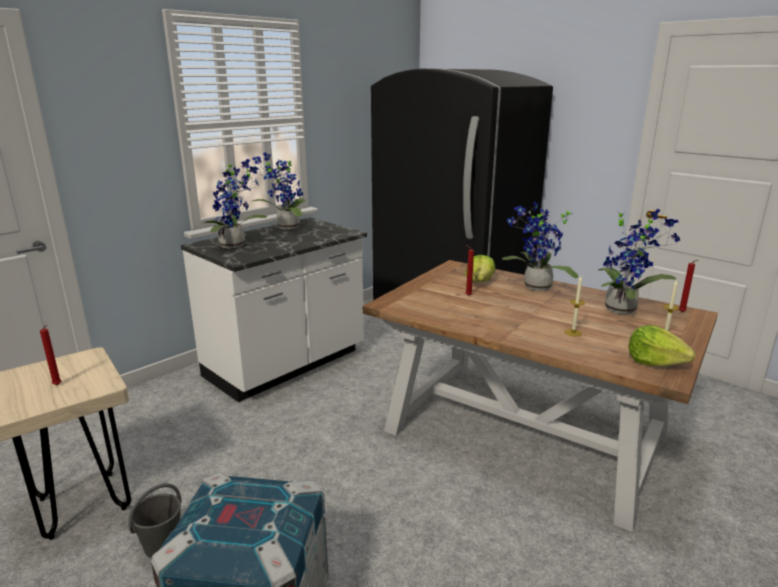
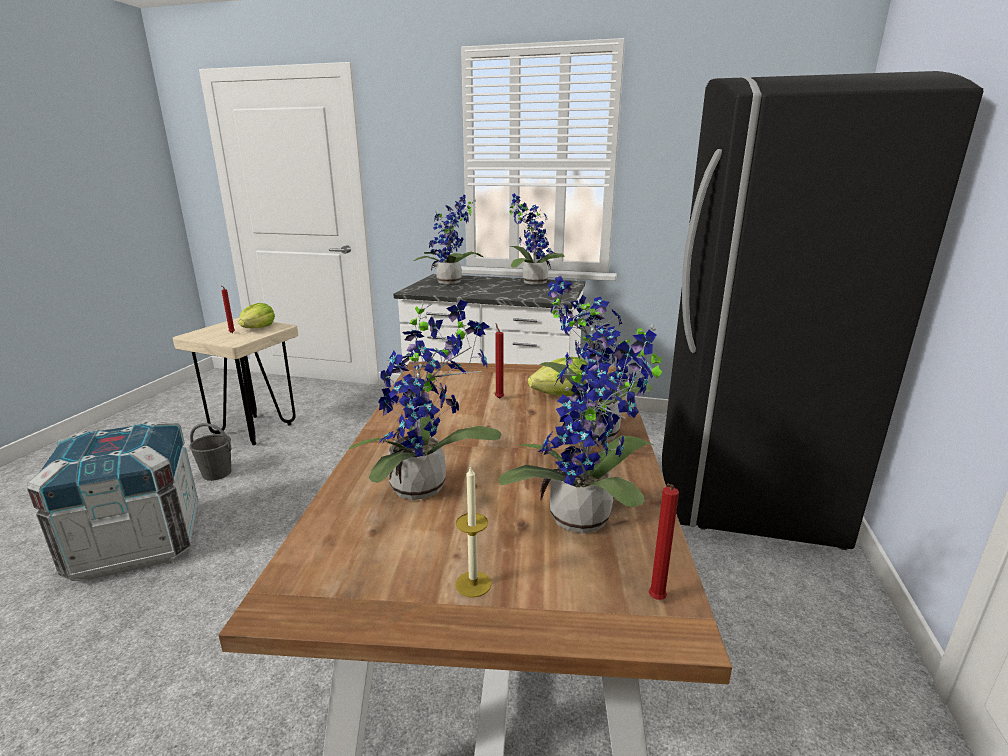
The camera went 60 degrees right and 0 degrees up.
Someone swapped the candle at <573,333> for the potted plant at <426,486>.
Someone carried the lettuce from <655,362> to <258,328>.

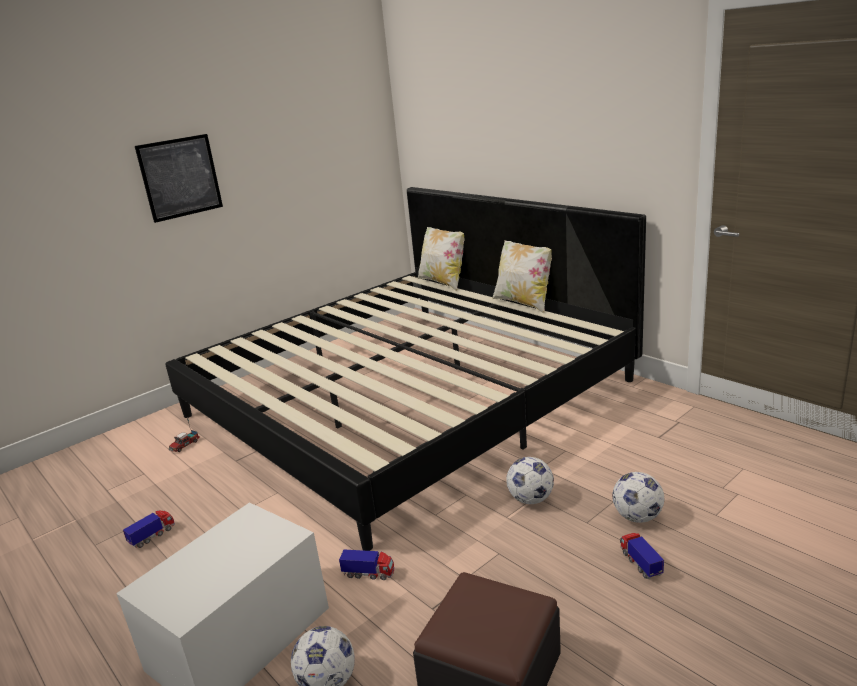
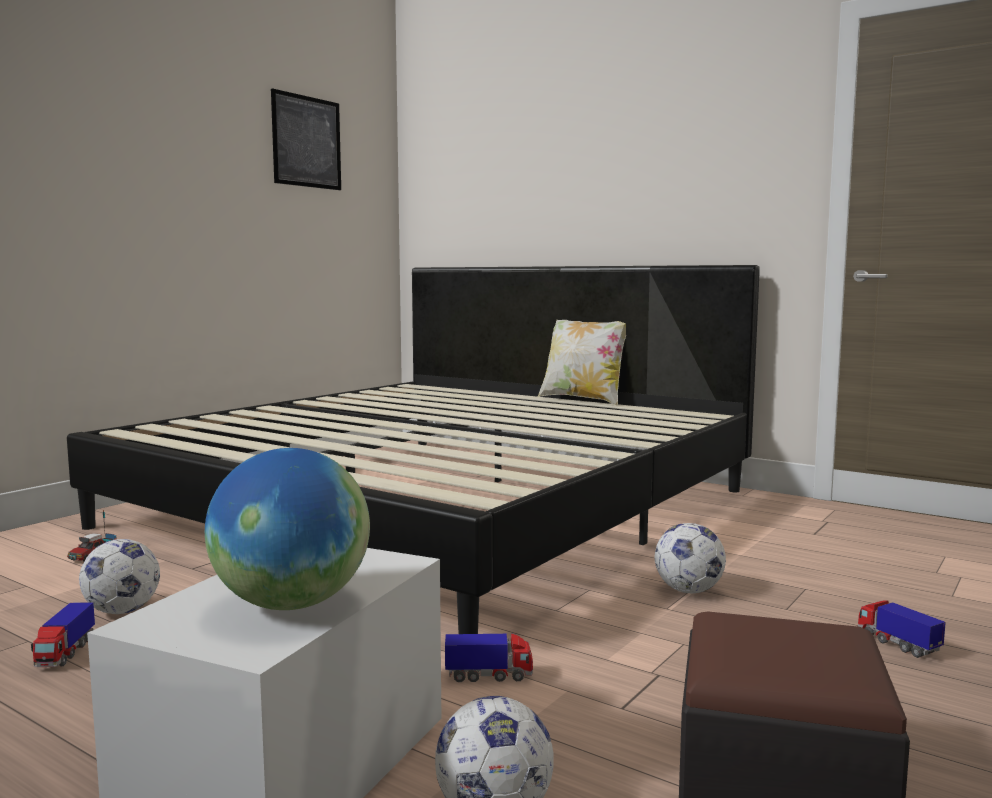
The camera went 15 degrees left and 15 degrees down.
Someone carried the picture from <180,177> to <306,142>.
Someone took away the pillow at <443,282>.
Someone carried the football from <637,517> to <122,611>.
Someone rotated the toy truck at <153,536> by 150 degrees clockwise.
Someone put down the globe at <290,604>.

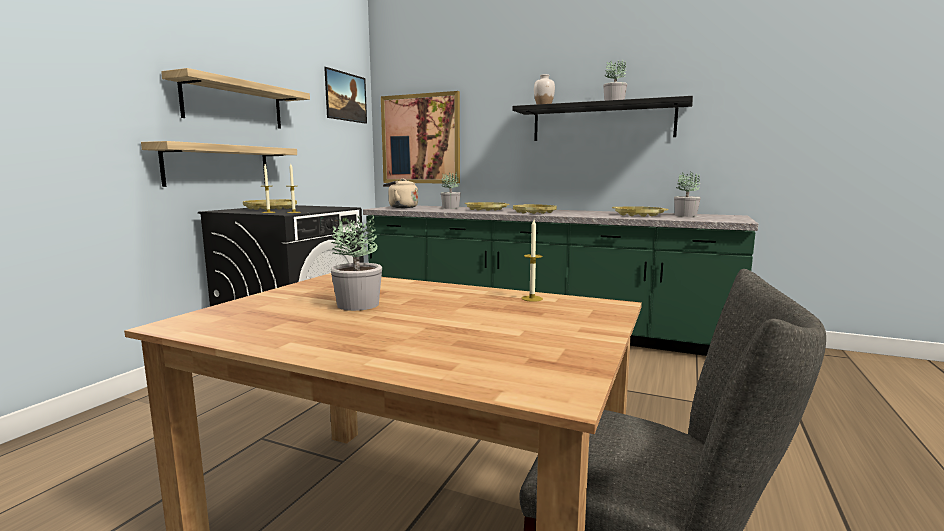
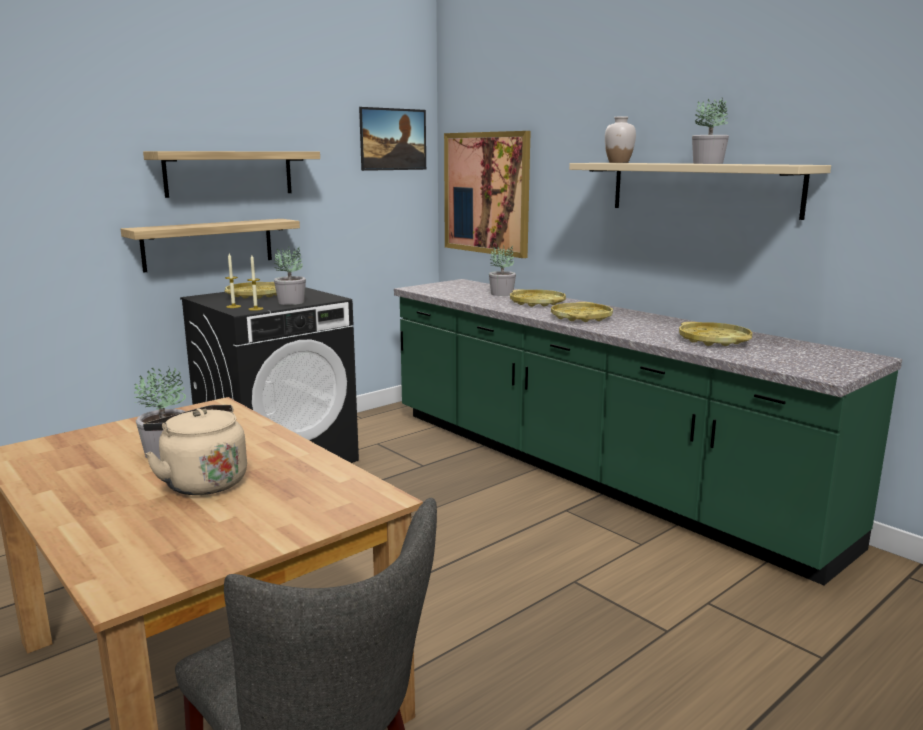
The camera went 25 degrees right and 5 degrees up.
Someone repainted the black shelf at <602,122>, which became the beige shelf at <702,188>.
Someone carried the potted plant from <685,215> to <291,302>.
Someone carried the beige kettle from <401,207> to <202,482>.
Someone took away the candle at <532,298>.

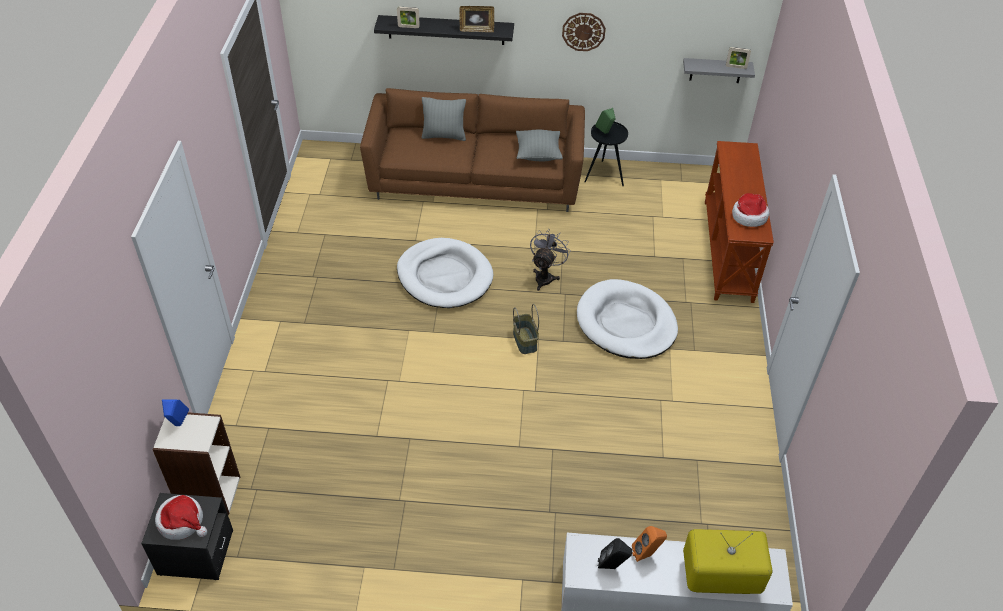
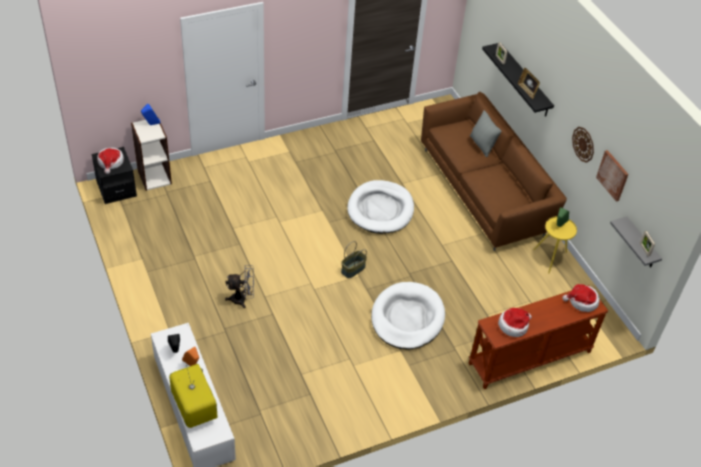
The camera went 60 degrees right and 0 degrees up.
Someone repainted the black side table at <604,175>, which became the yellow side table at <551,258>.
Someone took away the grey pillow at <538,154>.
Someone carried the grey fan from <545,276> to <242,299>.
Someone put up the picture at <613,175>.
Someone put down the hat at <582,301>.

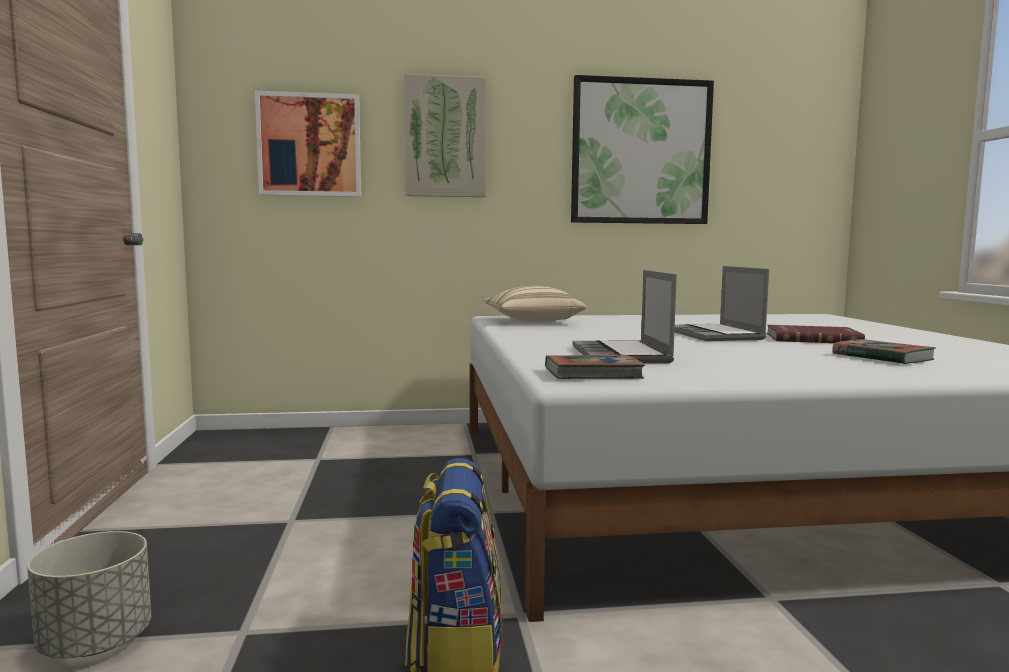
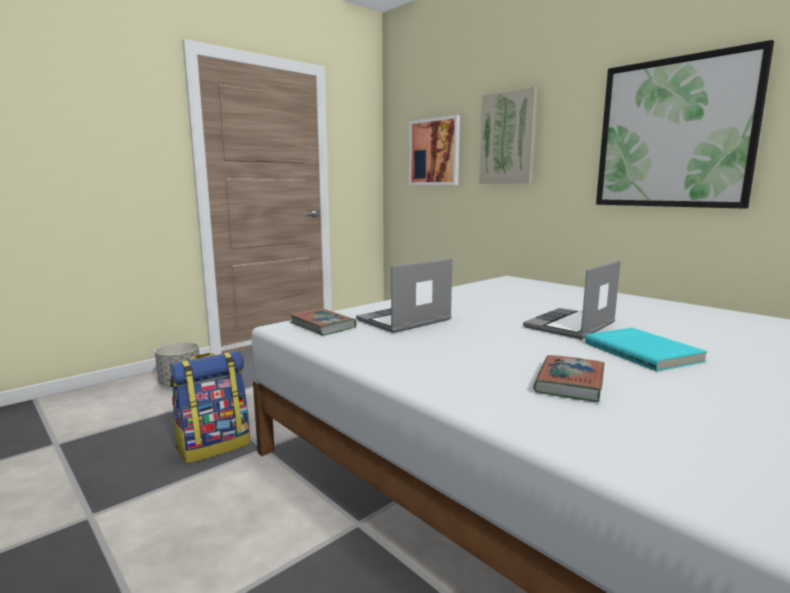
The camera went 55 degrees right and 5 degrees up.
Someone took away the beige pillow at <532,321>.
Someone repainted the red book at <812,338>, which became the turquoise book at <643,352>.

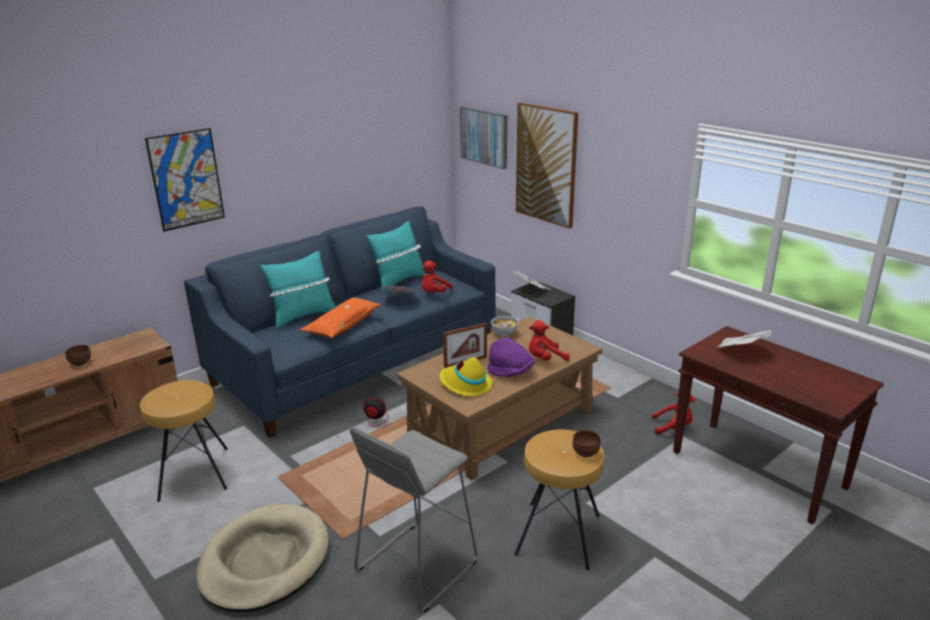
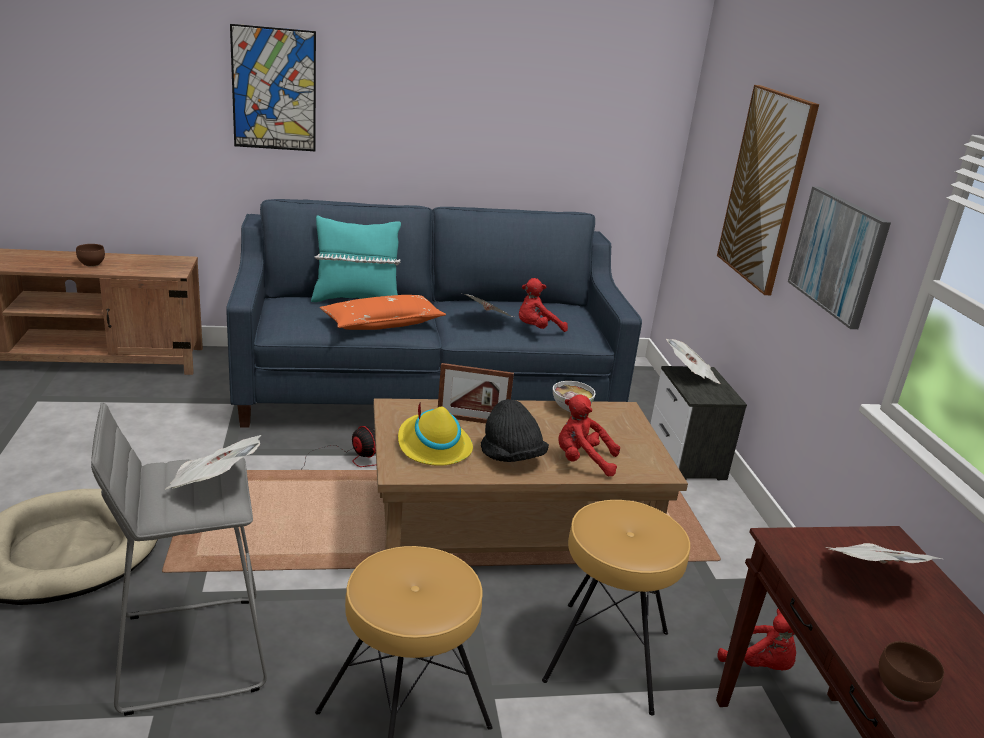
The camera went 30 degrees right and 0 degrees up.
Someone carried the picture from <484,137> to <838,255>.
Someone took away the turquoise pillow at <398,281>.
Someone repainted the purple hat at <510,372>, which became the black hat at <511,457>.
Someone carried the brown stool from <193,473> to <606,655>.
Someone carried the brown bowl from <585,453> to <900,690>.
Someone put down the newspaper at <214,483>.

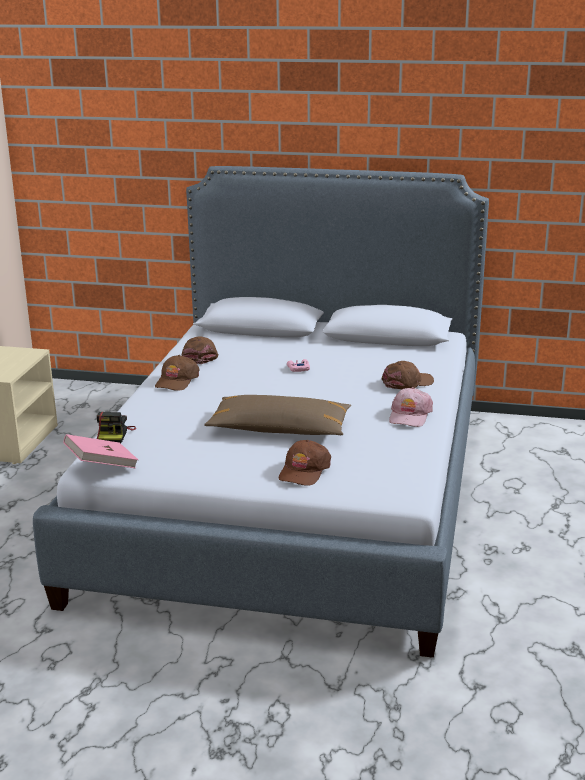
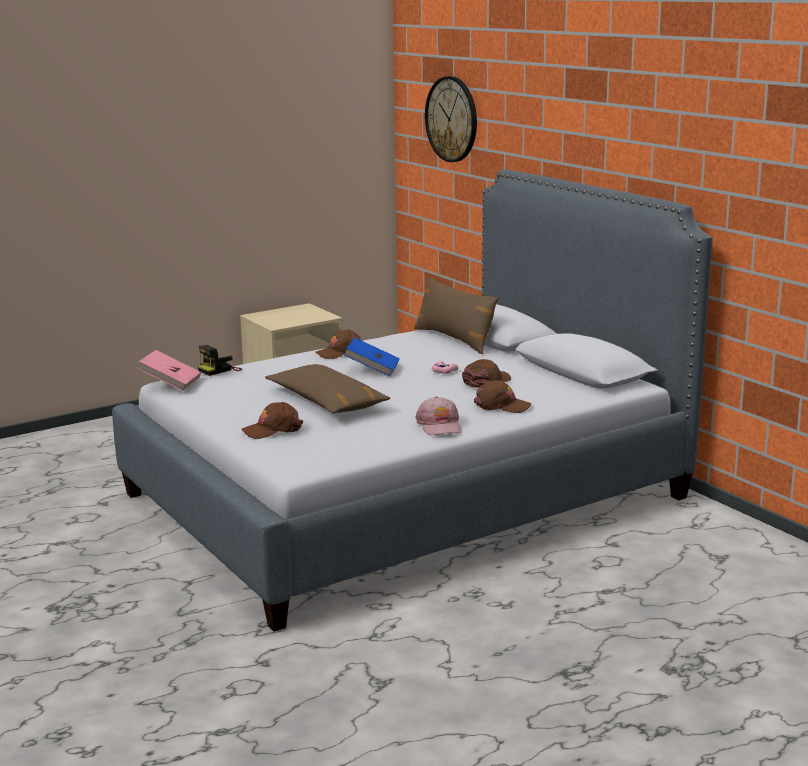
The camera went 45 degrees right and 5 degrees down.
Someone carried the brown cap from <199,356> to <487,381>.
Someone rotated the pink cap at <409,415> by 75 degrees counterclockwise.
Someone put up the wall clock at <452,119>.
Someone put down the brown pillow at <455,339>.
Someone put down the blue book at <372,369>.

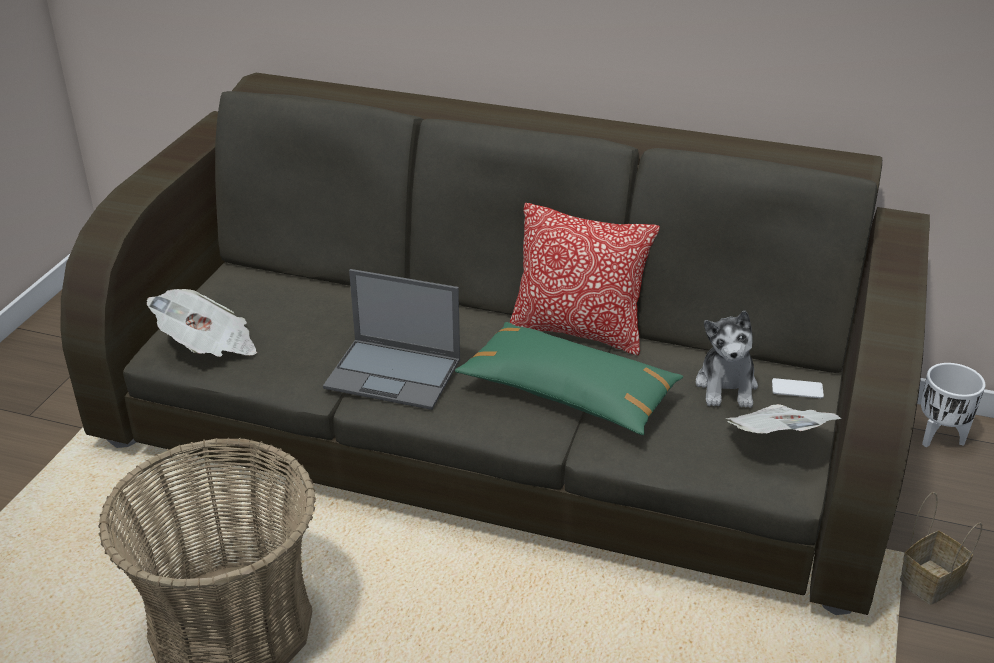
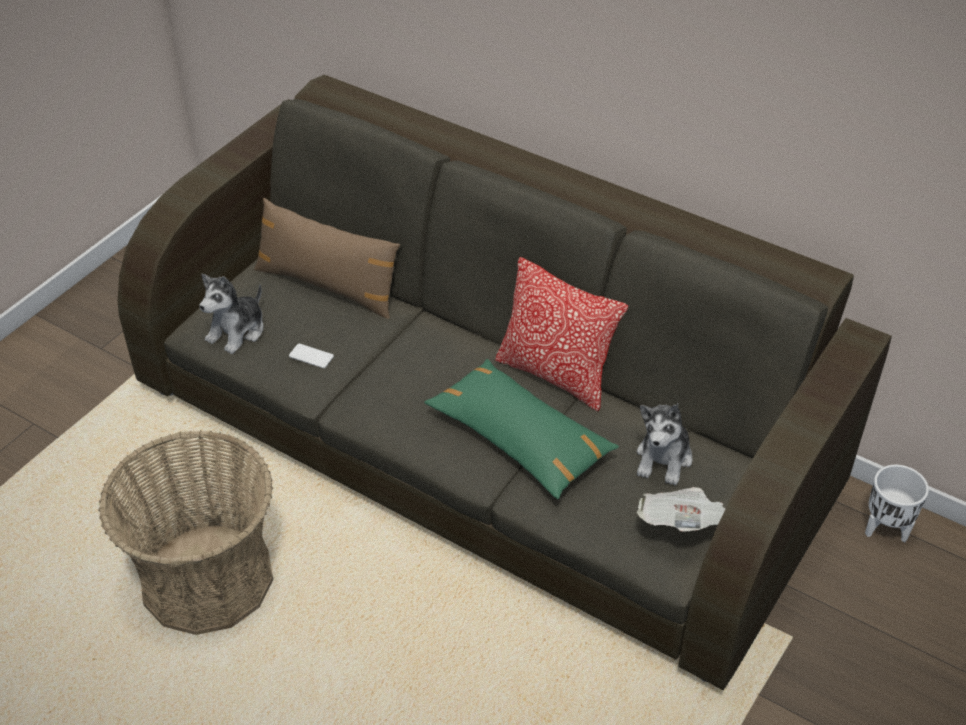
The camera went 15 degrees right and 10 degrees up.
Someone took away the laptop at <394,374>.
Someone swapped the newspaper at <208,346> for the plush toy at <237,331>.
Someone carried the phone from <797,389> to <311,356>.
Someone took away the basket at <930,583>.
Someone put down the brown pillow at <328,286>.

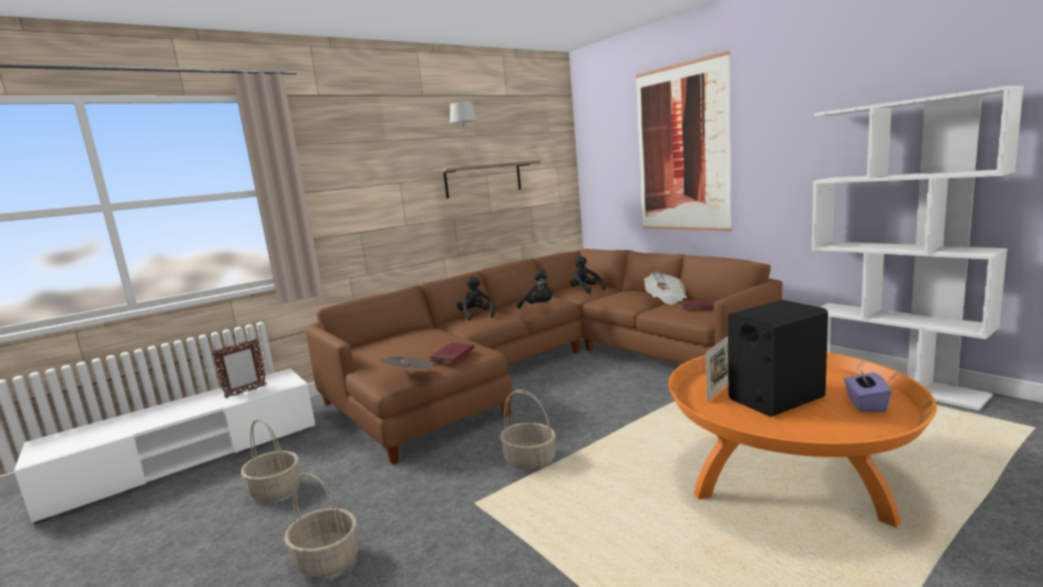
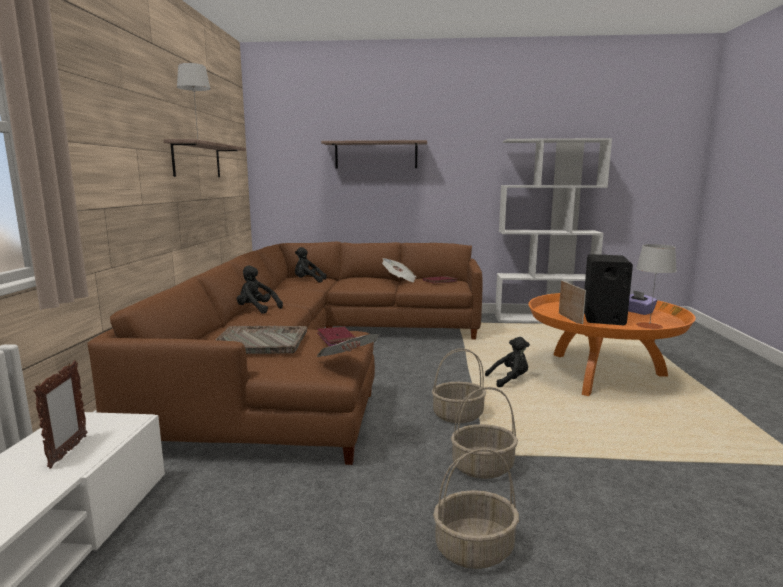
The camera went 50 degrees left and 0 degrees up.
Someone swapped the picture at <682,149> for the shelf at <376,155>.
Someone carried the black plush toy from <539,306> to <509,380>.
Someone carried the basket from <275,490> to <482,468>.
Someone put down the grey table lamp at <649,326>.
Someone put down the grey tray at <261,342>.

